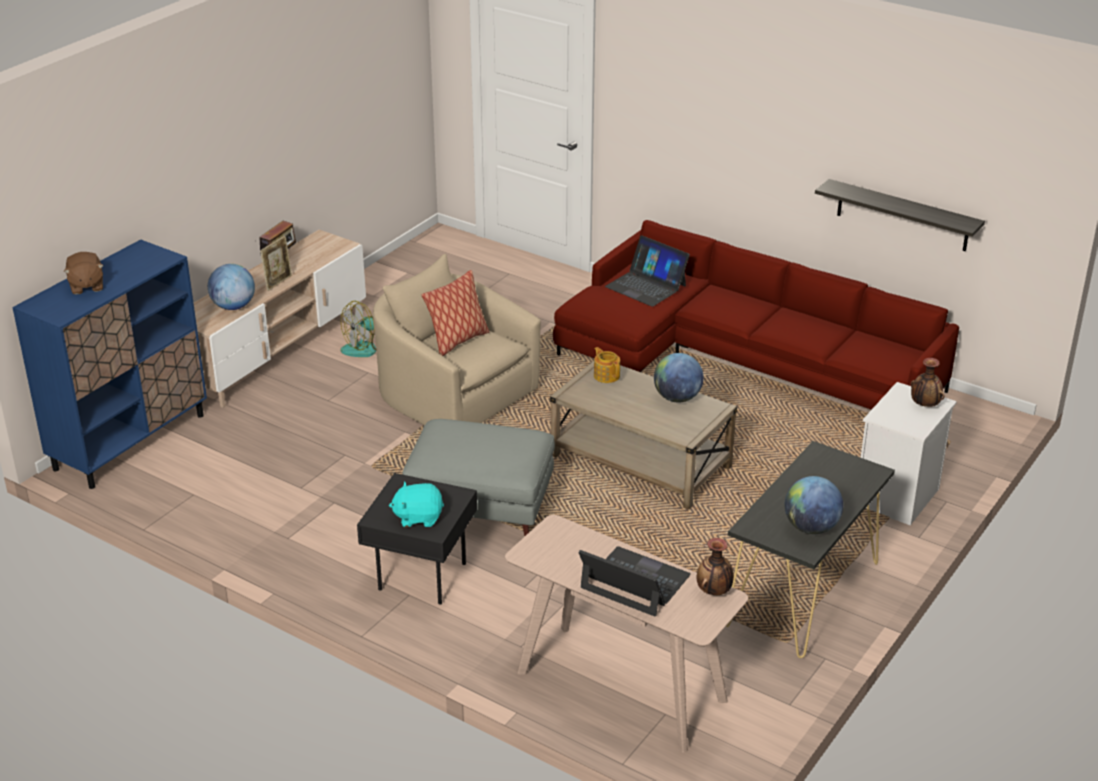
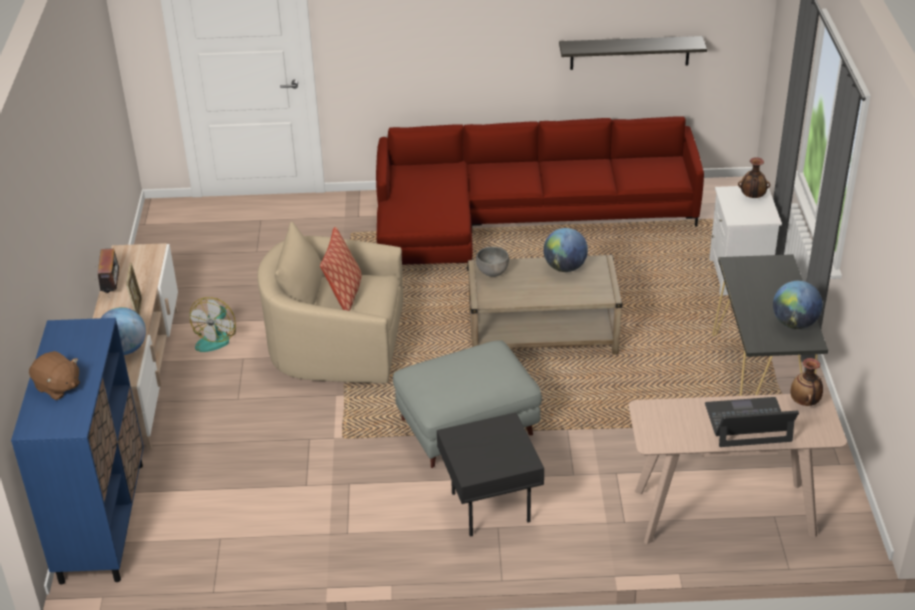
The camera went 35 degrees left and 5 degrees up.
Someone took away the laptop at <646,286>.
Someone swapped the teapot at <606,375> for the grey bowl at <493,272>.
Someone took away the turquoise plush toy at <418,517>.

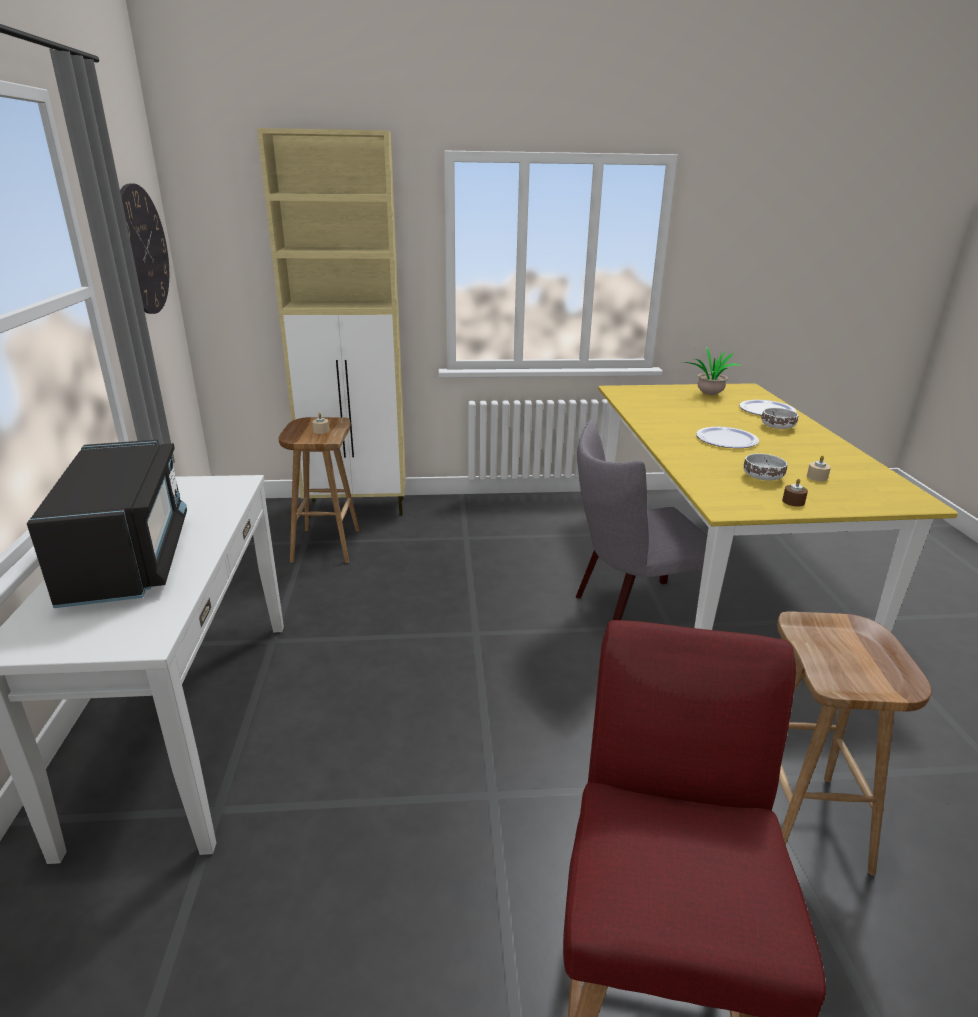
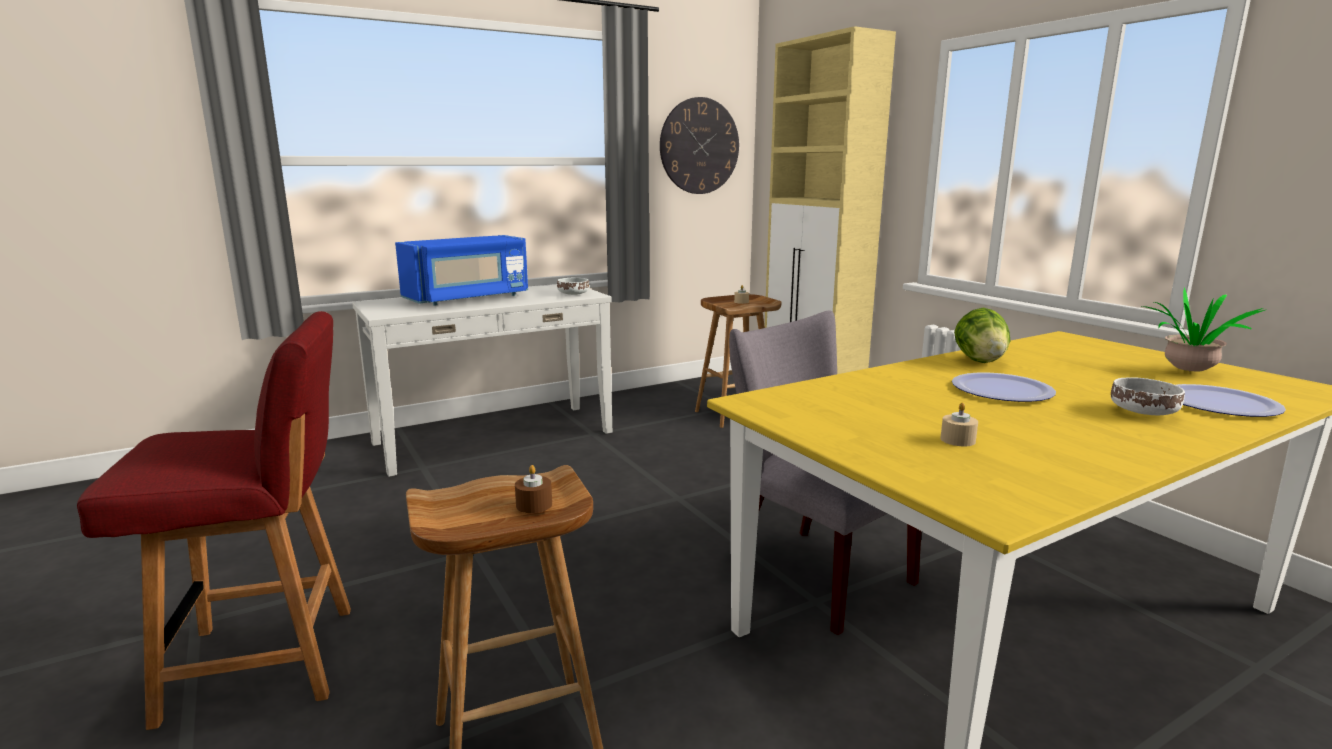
The camera went 65 degrees right and 10 degrees down.
Someone repainted the black microwave at <128,558>, which became the blue microwave at <468,298>.
Someone carried the white bowl from <763,477> to <574,294>.
Someone carried the brown candle from <793,501> to <534,504>.
Someone put down the lettuce at <980,361>.

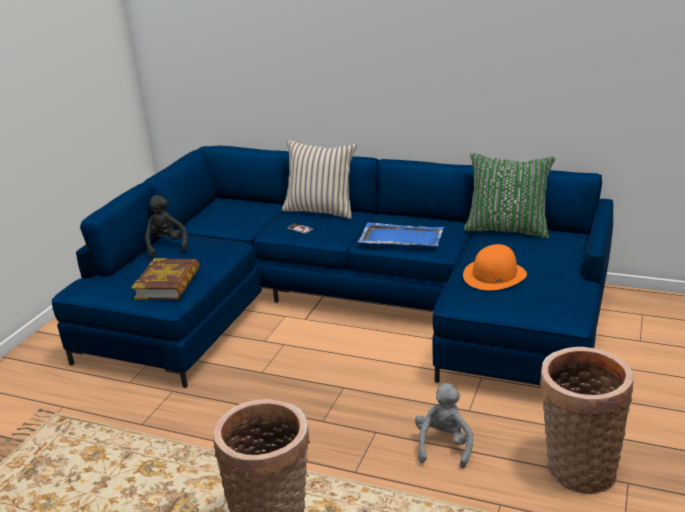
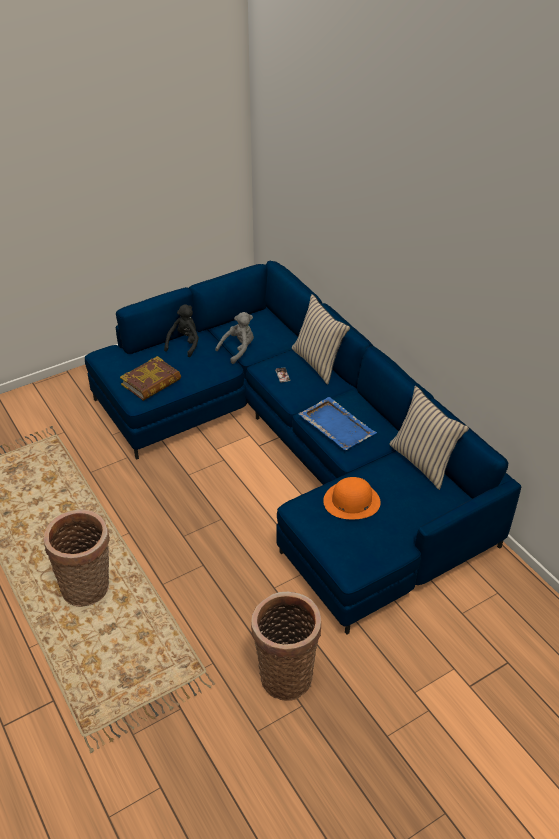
The camera went 35 degrees right and 15 degrees up.
Someone repainted the green pillow at <507,229>, which became the beige pillow at <423,462>.
Someone carried the grey plush toy from <444,445> to <238,350>.

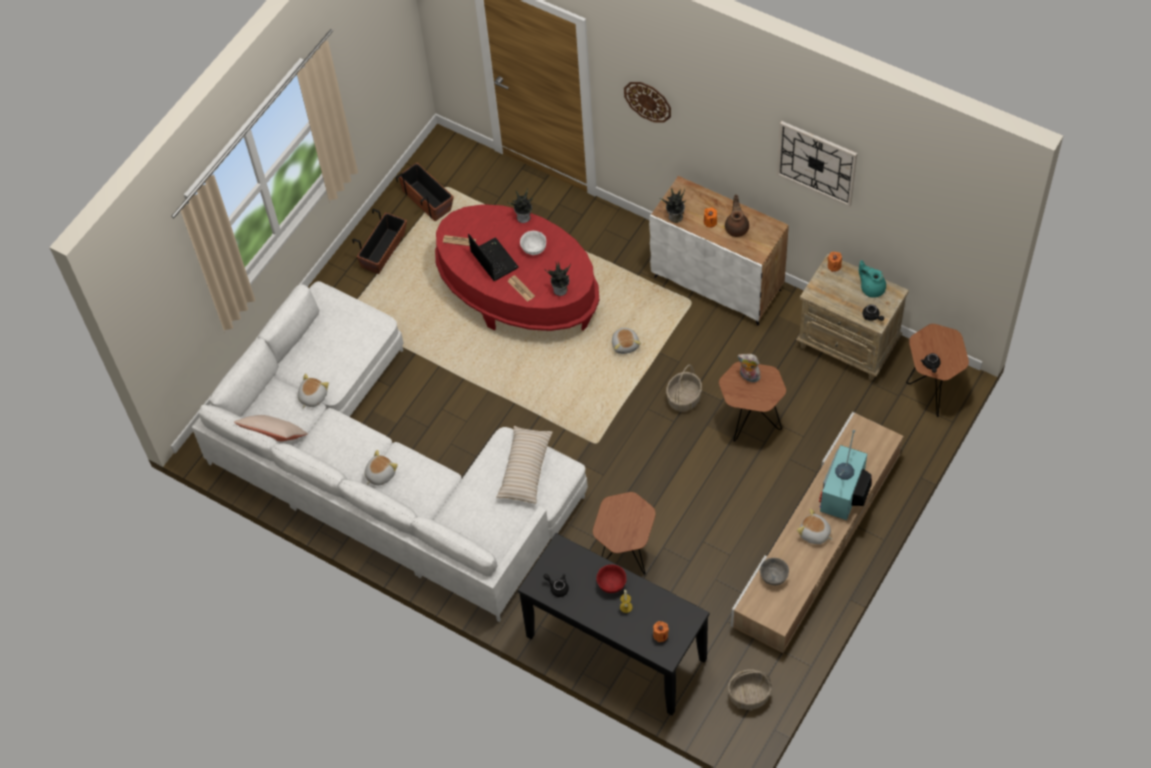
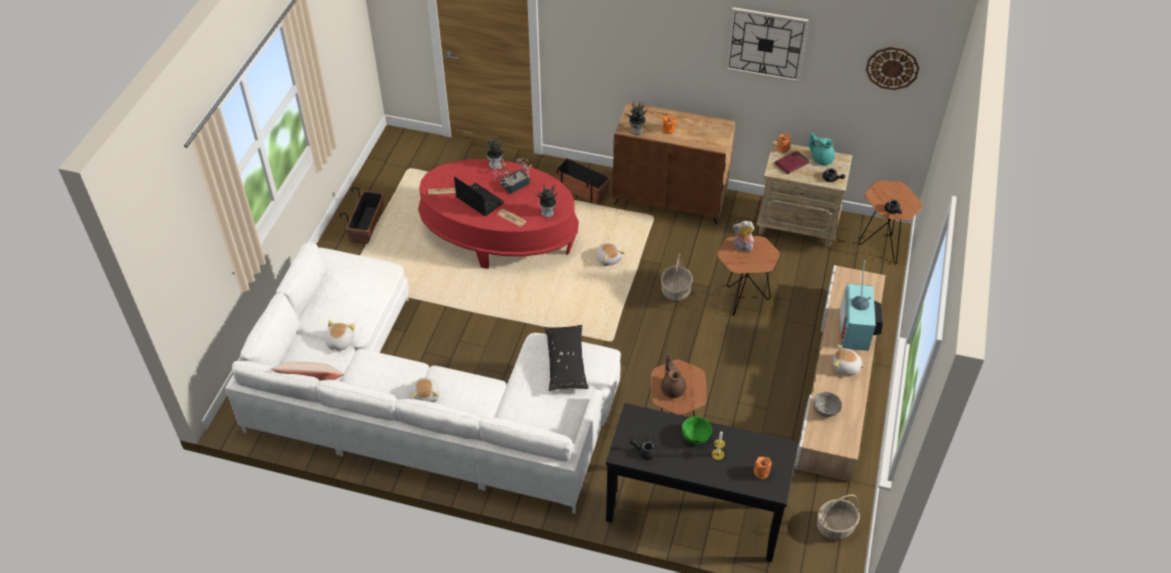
The camera went 20 degrees left and 10 degrees down.
Someone carried the wall clock from <648,101> to <892,68>.
Someone carried the planter from <427,200> to <582,189>.
Someone repainted the white cabinet at <718,283>, which became the brown cabinet at <670,199>.
Someone carried the brown teapot from <737,227> to <673,388>.
Someone swapped the white bowl at <534,248> for the potted plant at <512,185>.
Someone repainted the beige pillow at <525,469>, which became the black pillow at <566,363>.
Someone rotated the plush toy at <380,474> by 150 degrees clockwise.
Someone repainted the red bowl at <611,584>, which became the green bowl at <695,437>.
Someone put down the red book at <791,163>.

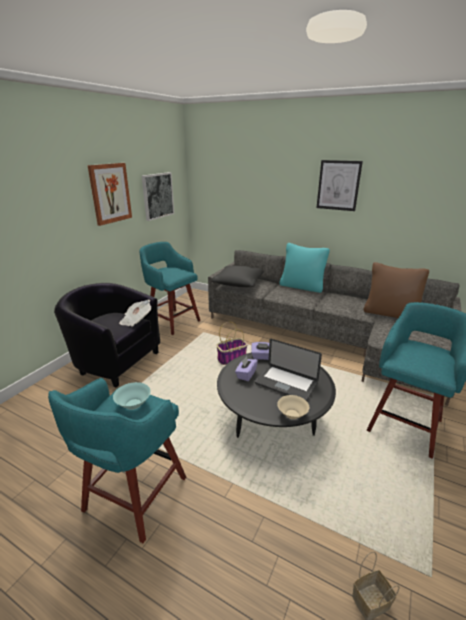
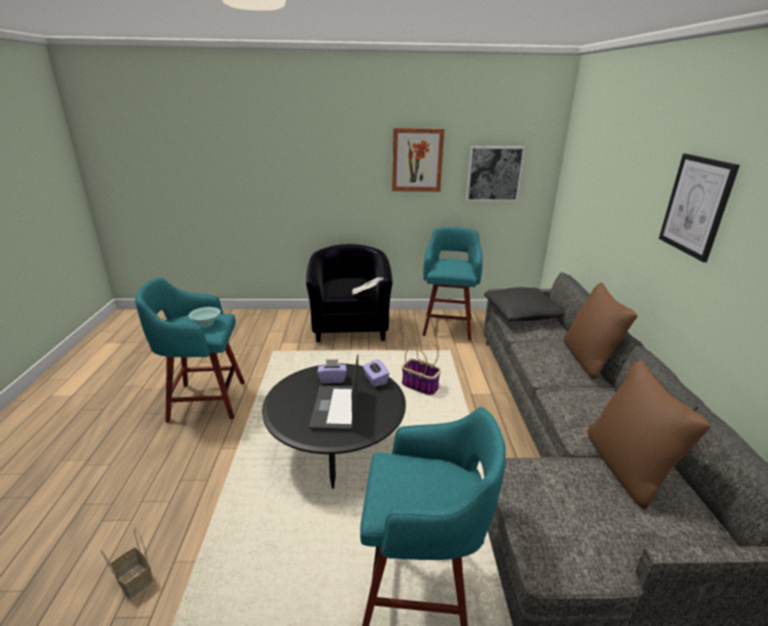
The camera went 60 degrees right and 0 degrees up.
Someone repainted the turquoise pillow at <302,287>, which became the brown pillow at <588,359>.
Someone took away the beige bowl at <292,414>.

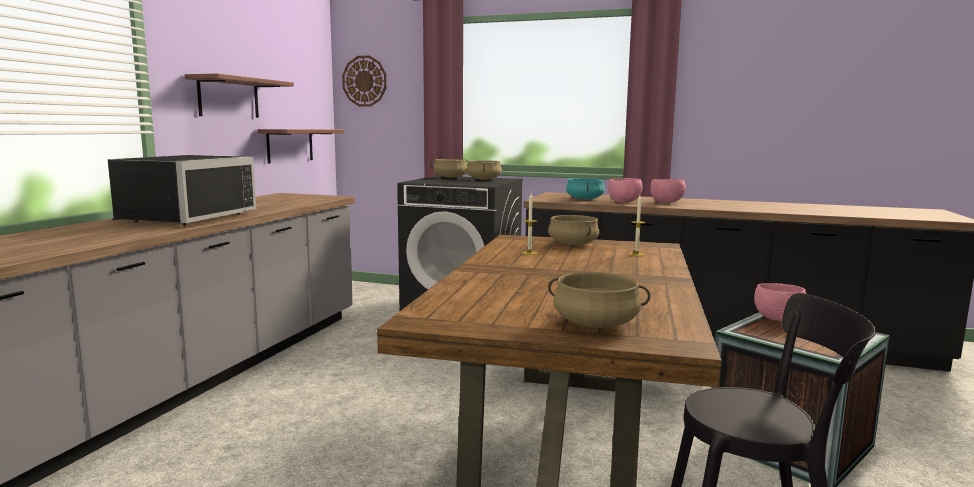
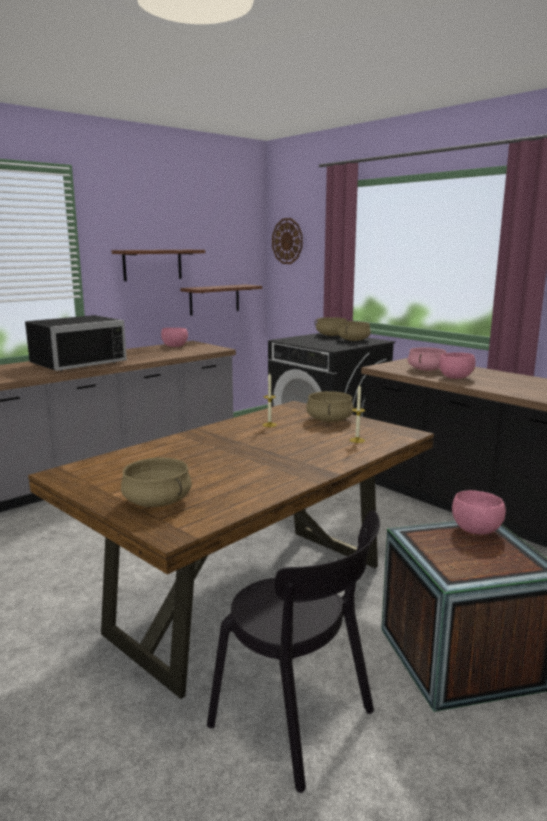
The camera went 30 degrees right and 5 degrees up.
Someone repainted the turquoise cooking pot at <584,199>, which became the pink cooking pot at <426,370>.
Someone carried the pink bowl from <667,202> to <175,346>.

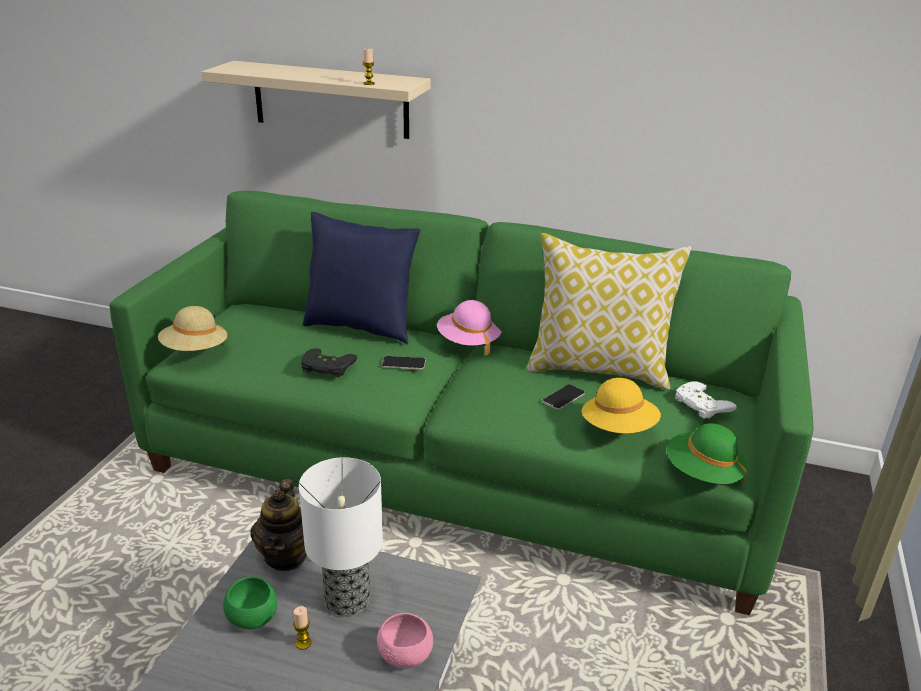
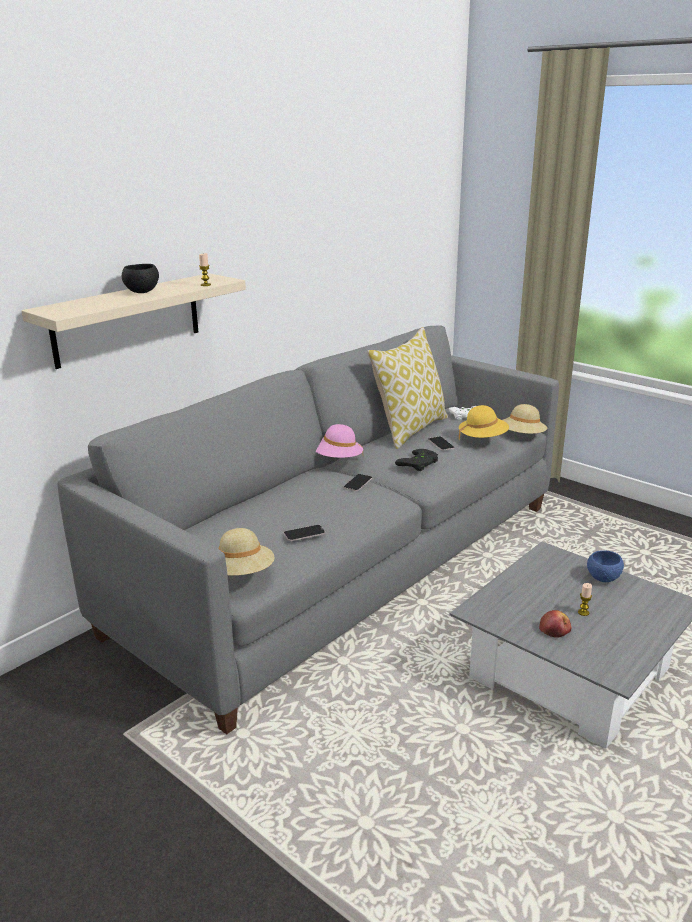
The camera went 65 degrees left and 5 degrees down.
Someone repainted the green sofa at <459,467>, which became the grey sofa at <347,565>.
Someone took away the blue pillow at <361,327>.
Someone carried the black game controller from <326,367> to <419,463>.
Someone repainted the green hat at <703,473>, which became the beige hat at <522,436>.
Someone took away the table lamp at <346,598>.
Someone took away the teapot at <286,556>.
Someone swapped the green bowl at <252,619> for the apple at <555,630>.
Someone repainted the pink bowl at <405,656>, which became the blue bowl at <603,578>.
Someone put down the black bowl at <142,292>.
Someone put down the phone at <304,533>.

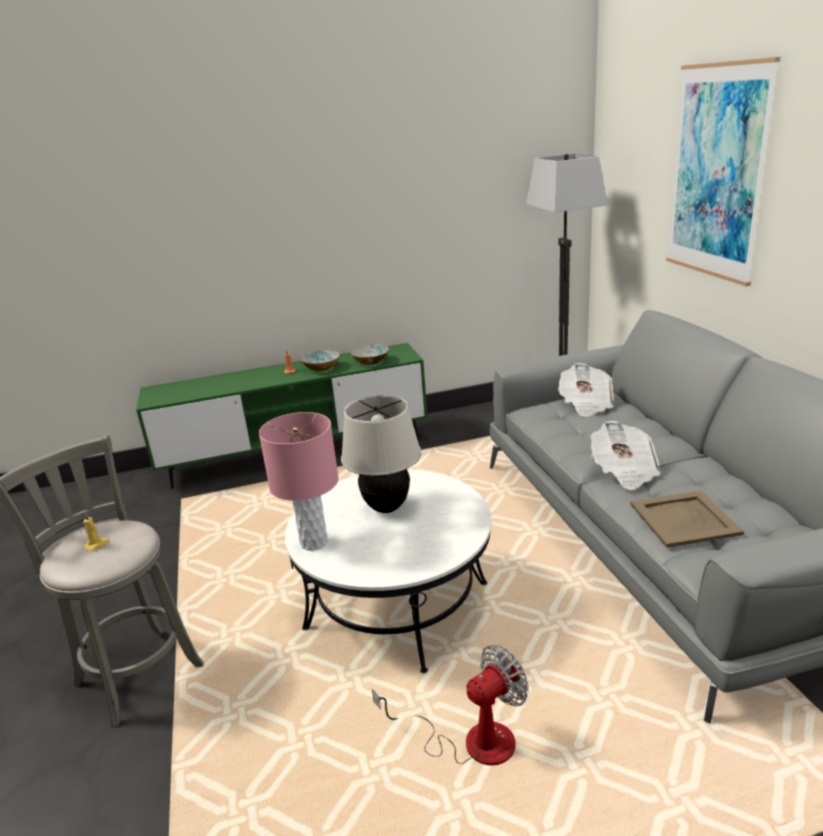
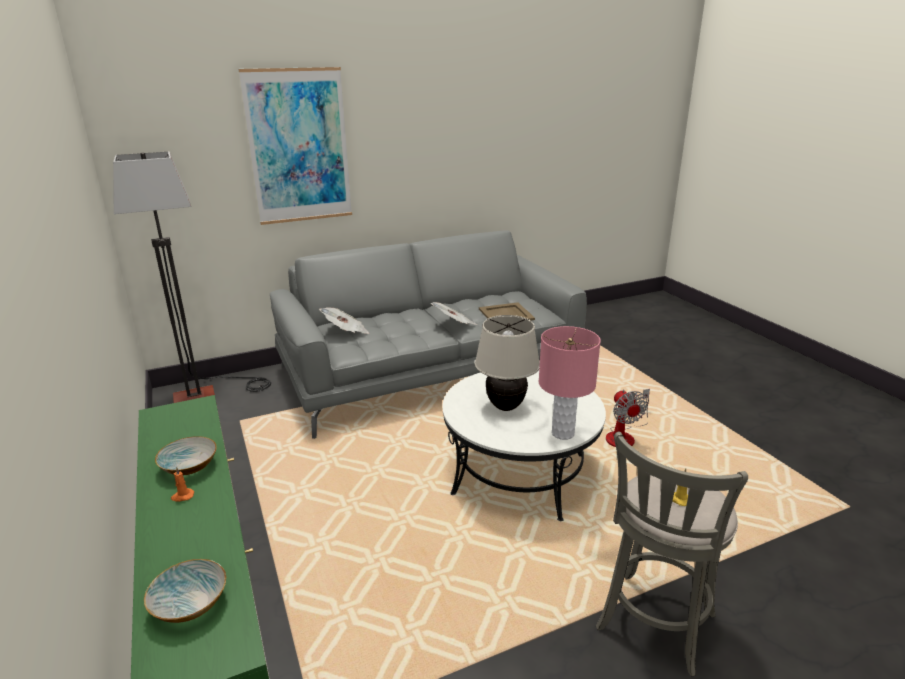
The camera went 100 degrees left and 0 degrees up.
Someone carried the bowl from <371,362> to <191,604>.
Someone rotated the fan at <471,741> by 150 degrees counterclockwise.

